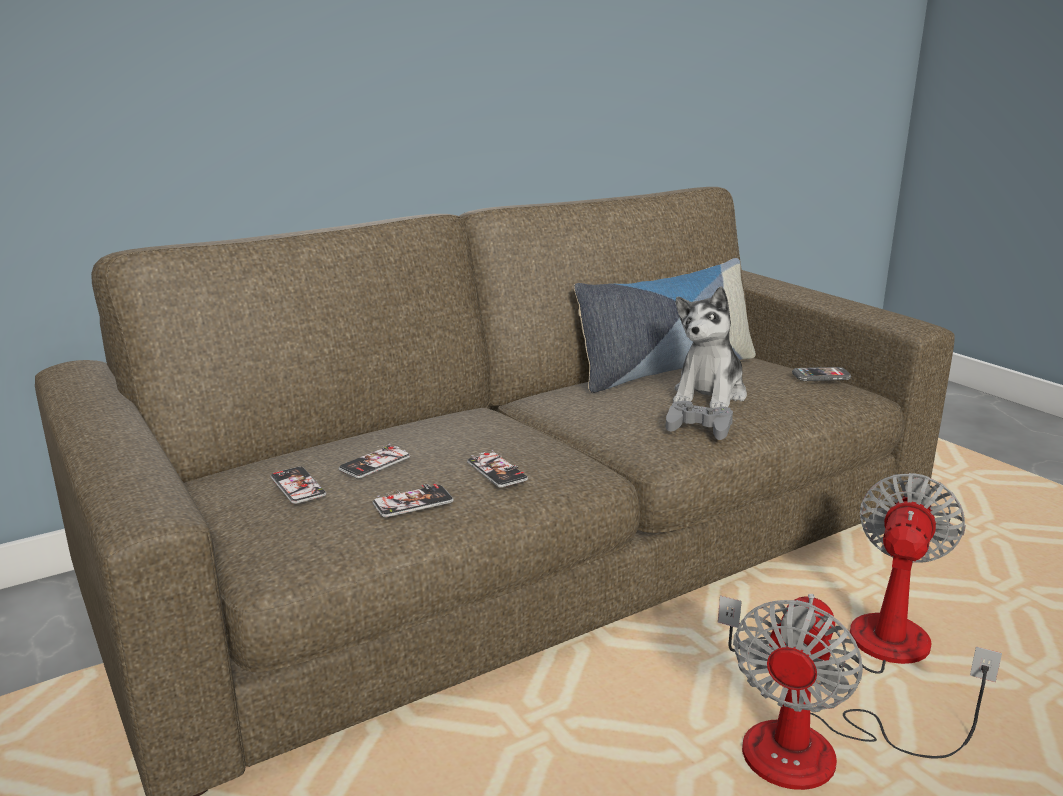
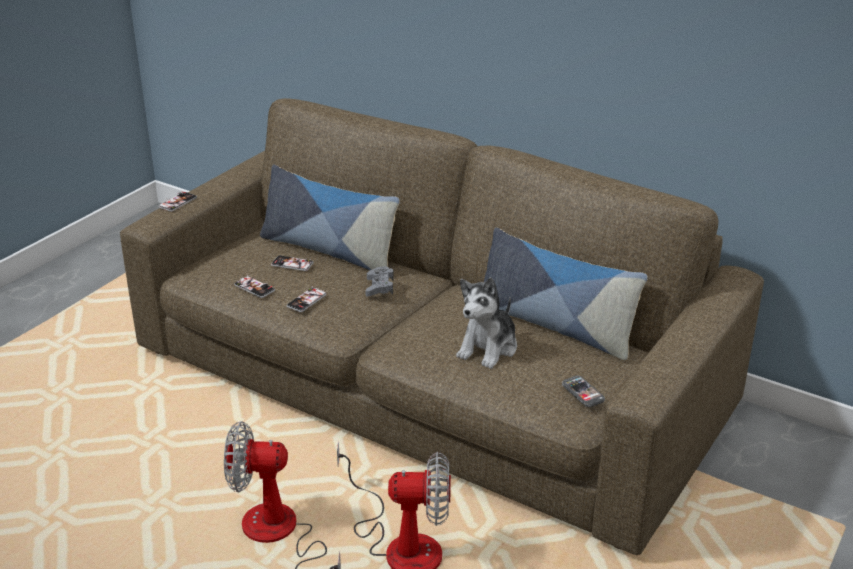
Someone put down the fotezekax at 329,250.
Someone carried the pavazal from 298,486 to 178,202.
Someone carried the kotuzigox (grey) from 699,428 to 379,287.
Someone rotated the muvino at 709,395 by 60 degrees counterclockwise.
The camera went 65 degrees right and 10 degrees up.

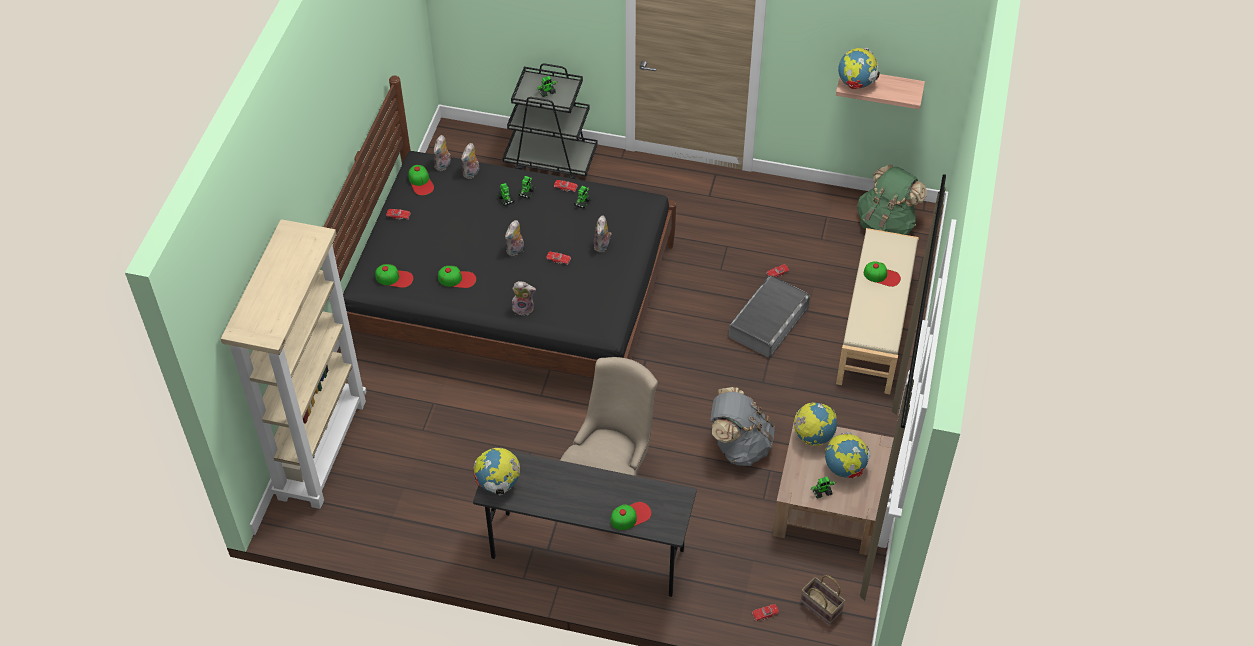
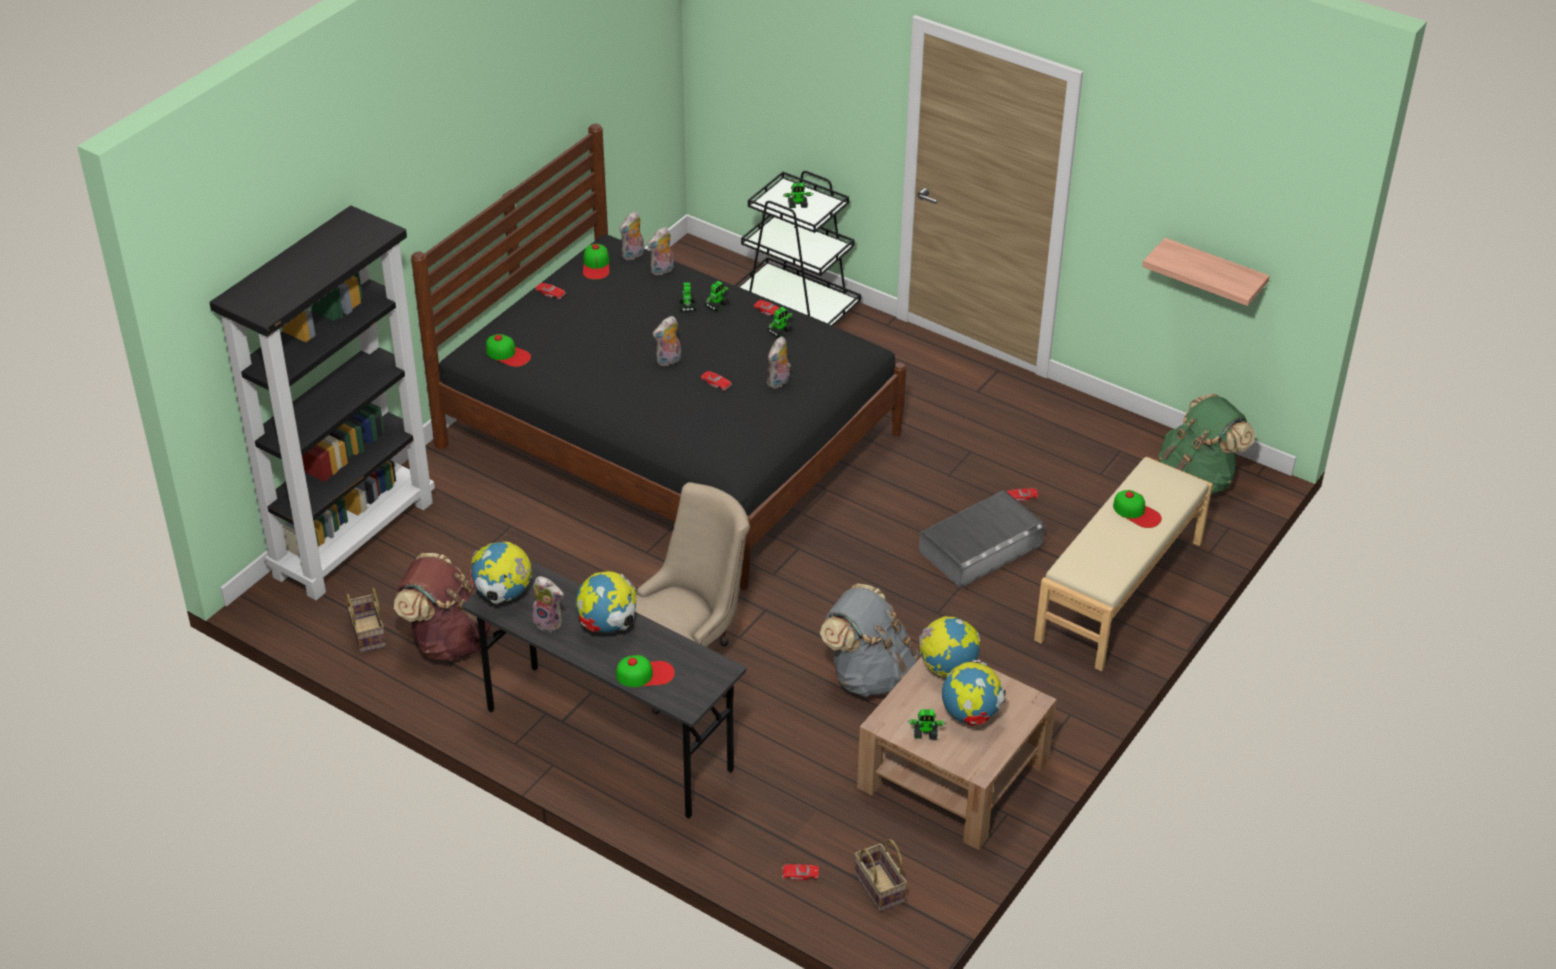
Someone took away the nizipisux at 457,279.
Someone put down the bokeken at 366,633.
Someone put down the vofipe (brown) at 449,640.
Someone carried the muvino from 524,308 to 549,621.
Someone carried the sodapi from 856,84 to 607,625.
Someone repainted the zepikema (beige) at 322,448, which became the zepikema (black) at 354,538.
The camera went 20 degrees right and 10 degrees down.

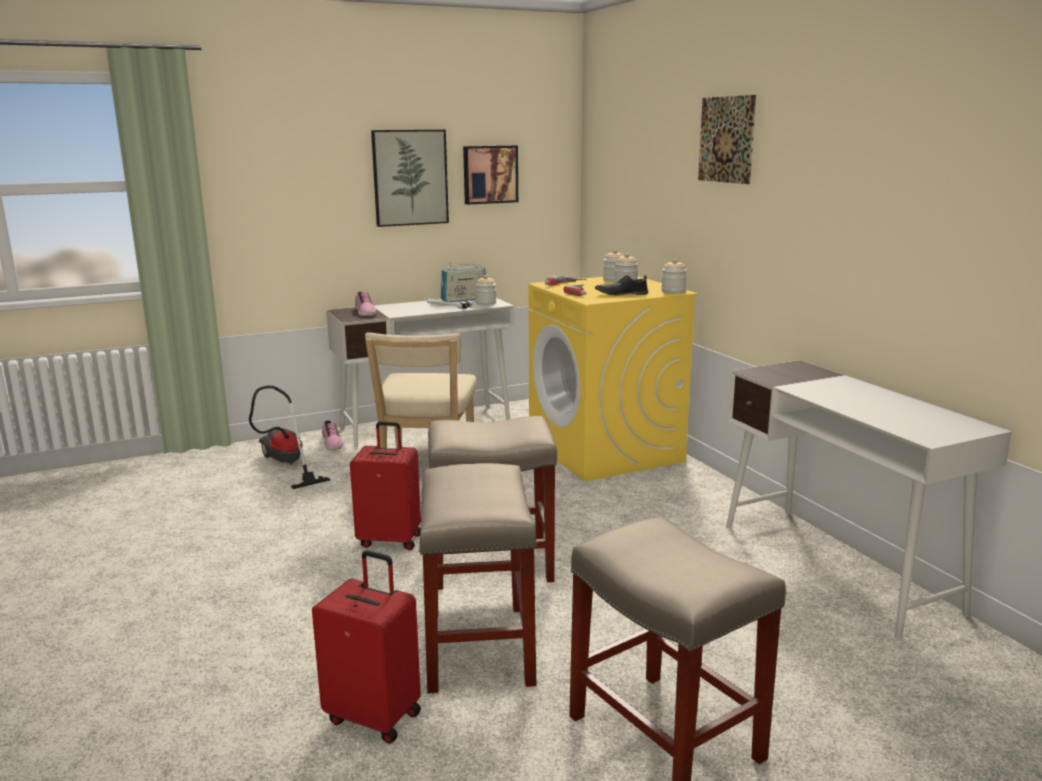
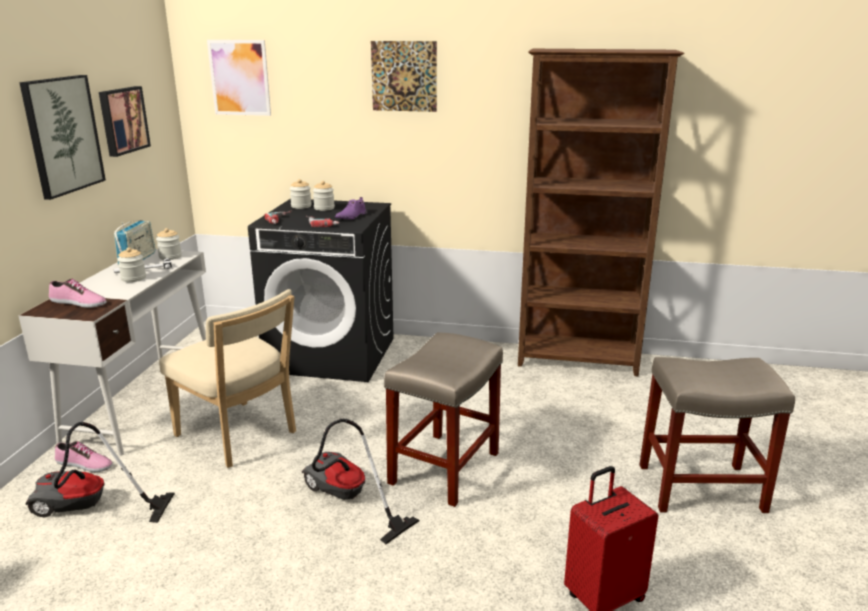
Someone took away the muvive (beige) at 479,649.
Someone put up the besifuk at 239,78.
Someone carried the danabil from 673,292 to 133,278.
Someone swapped the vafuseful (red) at 390,540 for the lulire at 346,500.
Someone swapped the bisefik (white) at 836,567 for the zepikema (brown) at 578,361.
Someone repainted the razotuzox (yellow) at 606,451, which became the razotuzox (black) at 332,354.
Someone repainted the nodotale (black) at 621,294, which became the nodotale (purple) at 351,217.
The camera went 55 degrees left and 5 degrees up.

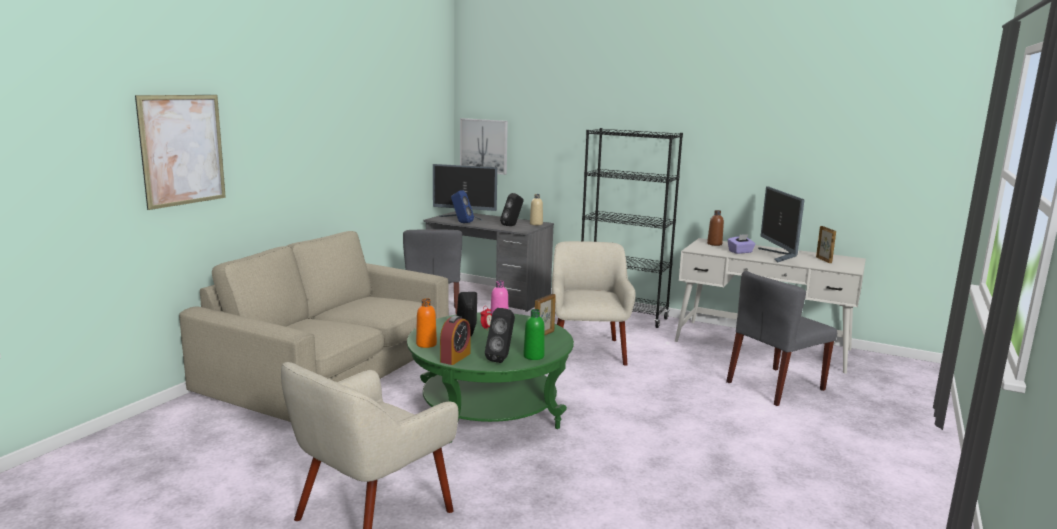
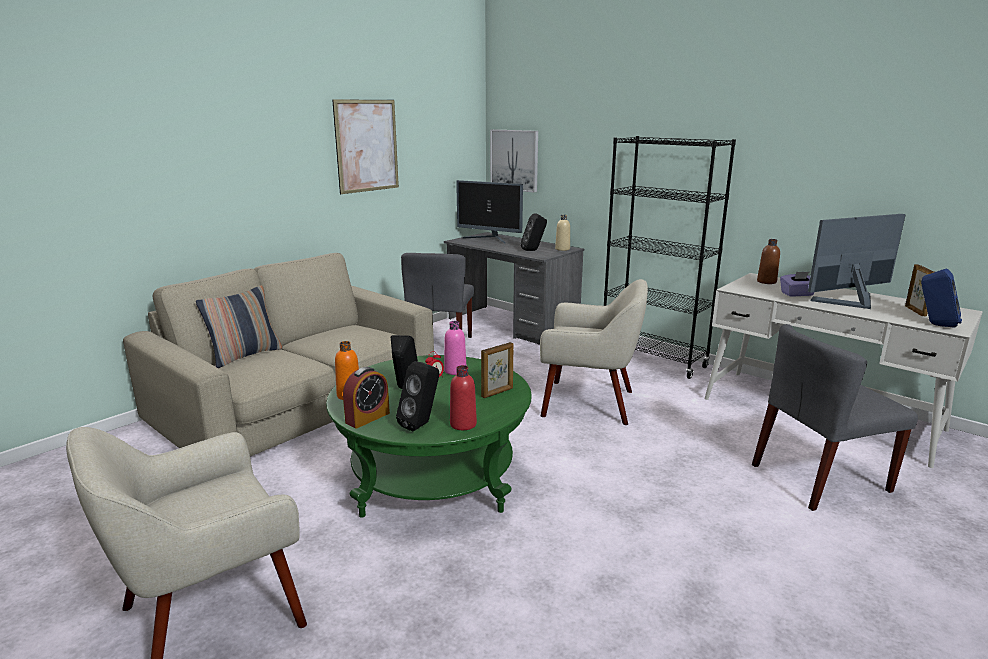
Someone put down the fotezekax at 245,355.
Someone carried the besifuk from 183,150 to 367,146.
Someone carried the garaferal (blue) from 461,222 to 935,325.
Someone repainted the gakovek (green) at 533,356, which became the gakovek (red) at 463,424.
Someone rotated the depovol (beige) at 587,350 by 90 degrees clockwise.
Someone rotated the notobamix at 779,256 by 60 degrees clockwise.
The camera went 15 degrees right and 5 degrees up.

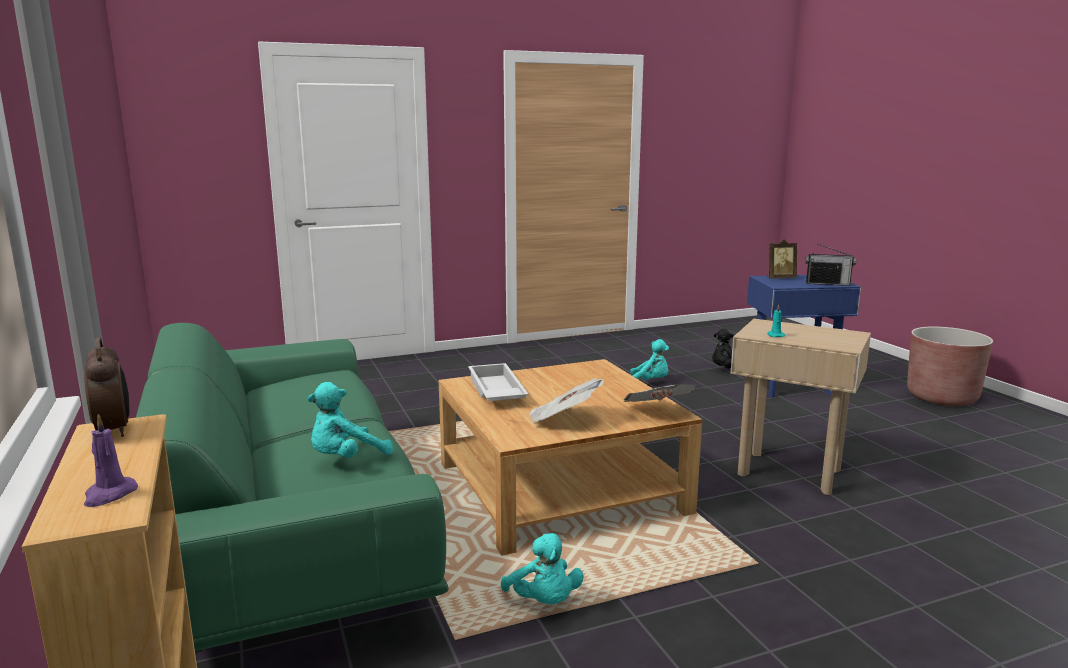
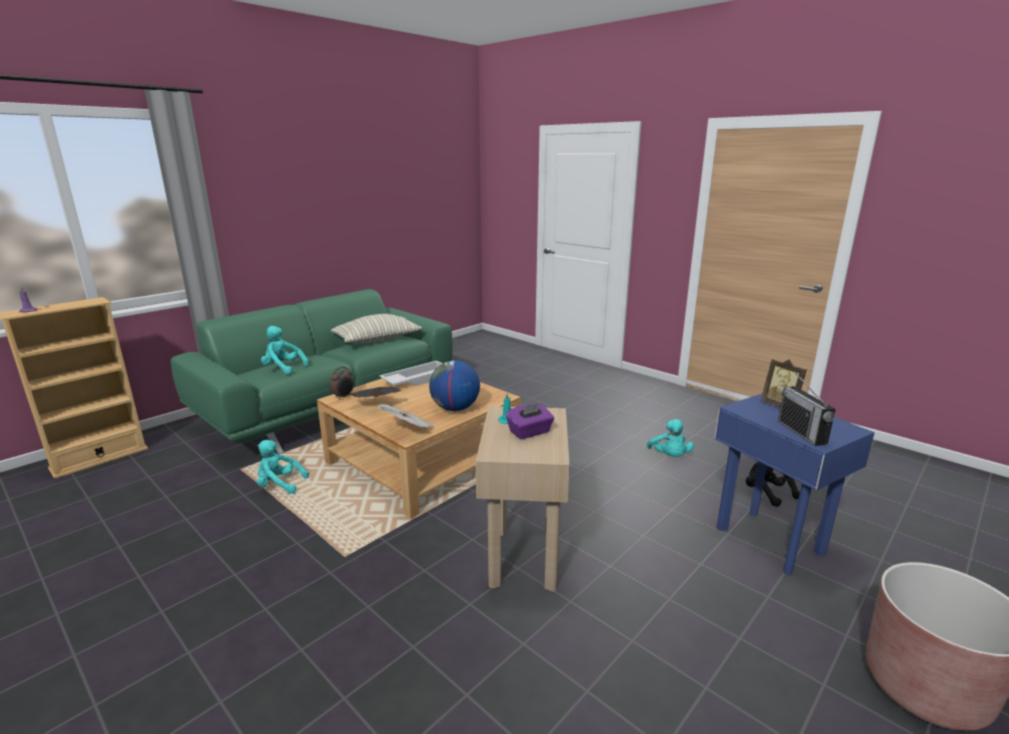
Someone put down the fotezekax at 377,340.
Someone put down the sodapi at 455,408.
Someone put down the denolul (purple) at 530,432.
Someone carried the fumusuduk from 114,430 to 343,397.
Someone rotated the muvino (turquoise) at 544,602 by 60 degrees clockwise.
The camera went 65 degrees right and 5 degrees up.

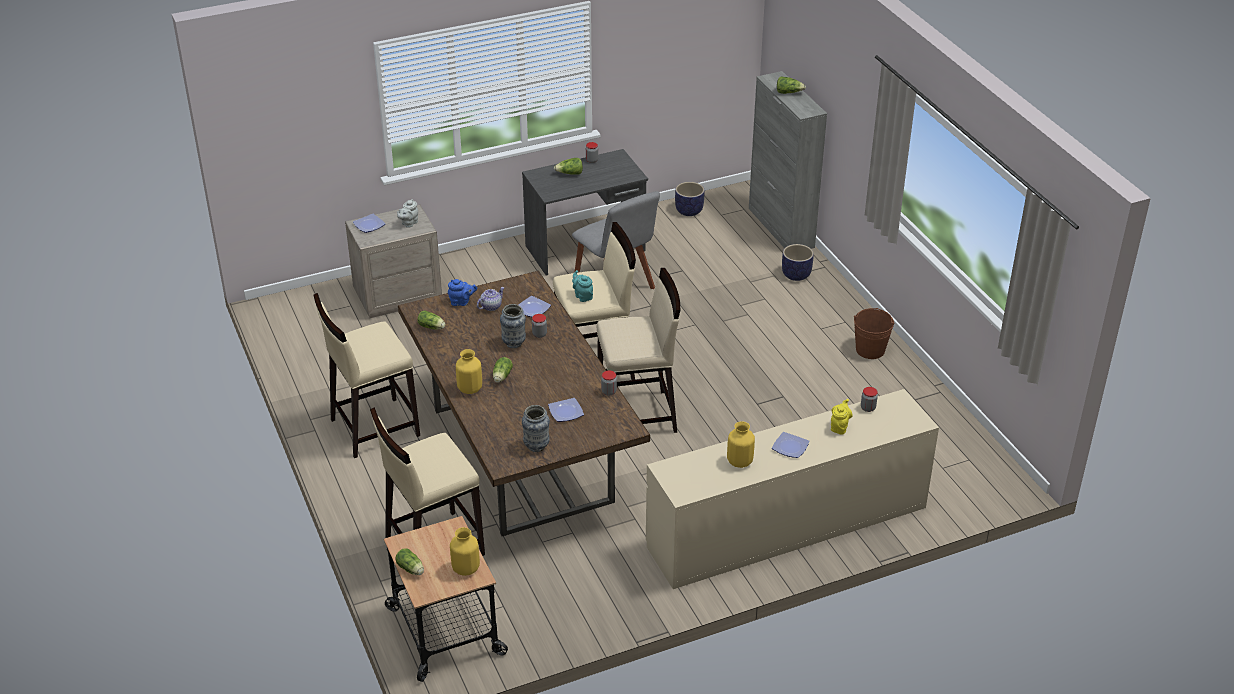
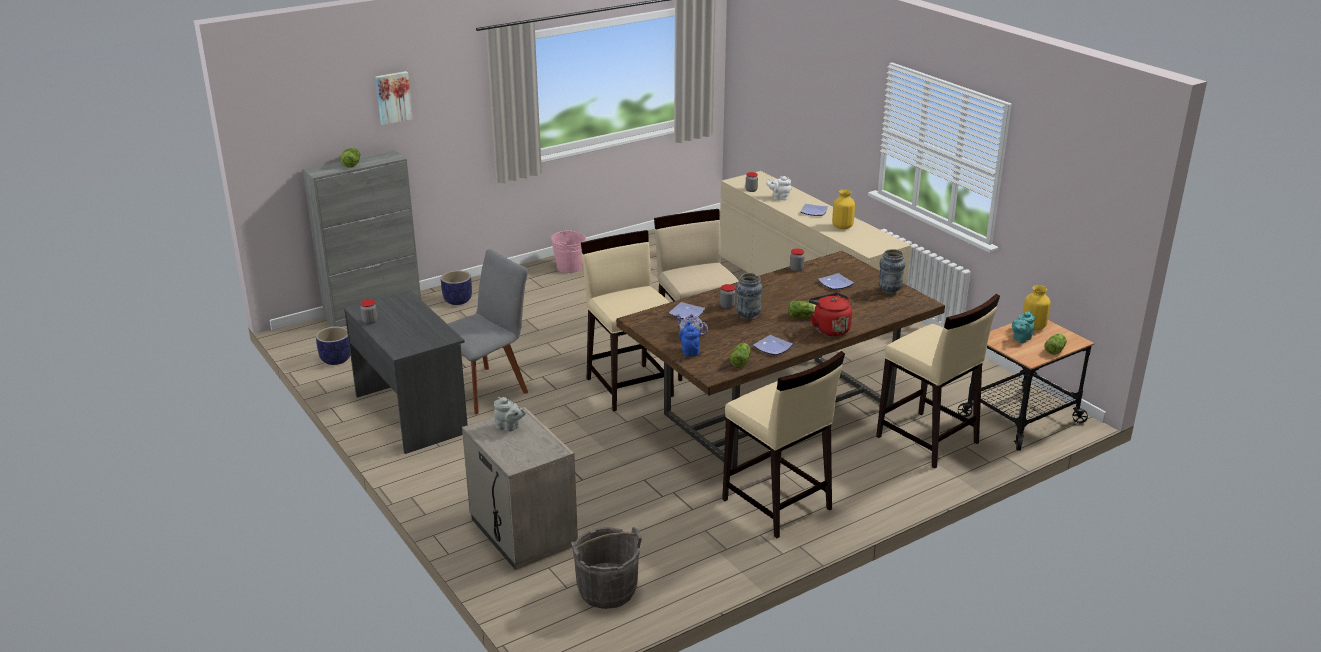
Someone took away the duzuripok at 570,173.
Someone put up the besifuk at 393,97.
Someone put down the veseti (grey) at 607,591.
Someone carried the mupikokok from 369,225 to 773,348.
Someone carried the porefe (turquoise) from 582,296 to 1021,339.
Someone swapped the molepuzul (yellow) at 470,389 for the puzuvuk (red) at 829,329.
Someone repainted the porefe (yellow) at 839,427, which became the porefe (white) at 779,198.
Someone repainted the veseti (brown) at 870,350, which became the veseti (pink) at 569,267.
The camera went 100 degrees left and 10 degrees down.

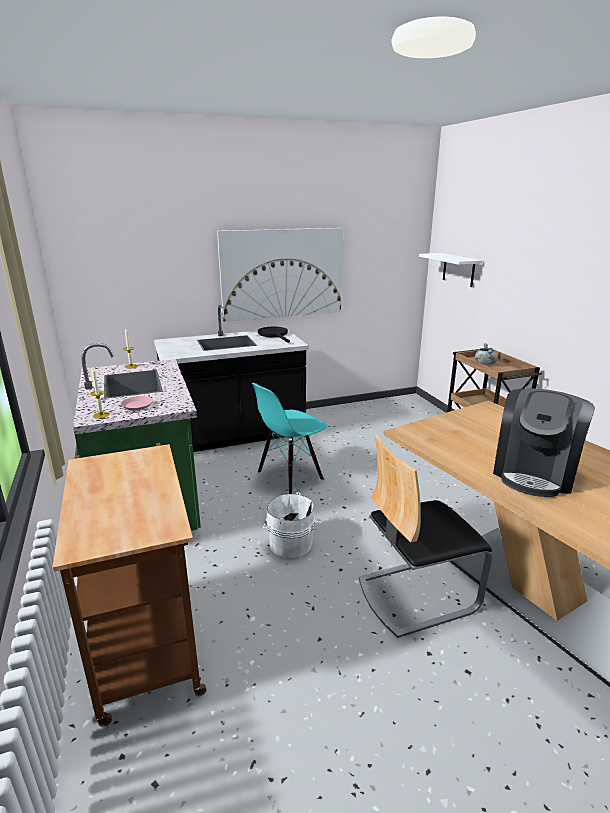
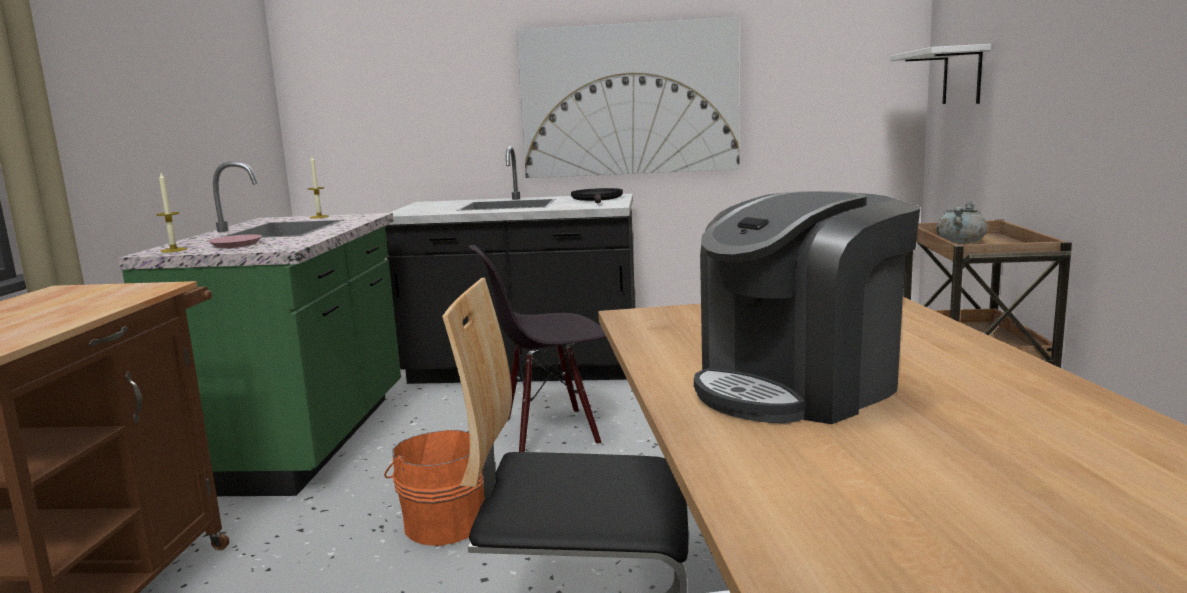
Someone repainted the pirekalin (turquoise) at 290,476, which became the pirekalin (black) at 549,432.
Someone repainted the veseti (white) at 289,543, which became the veseti (orange) at 443,523.
The camera went 25 degrees right and 10 degrees down.

